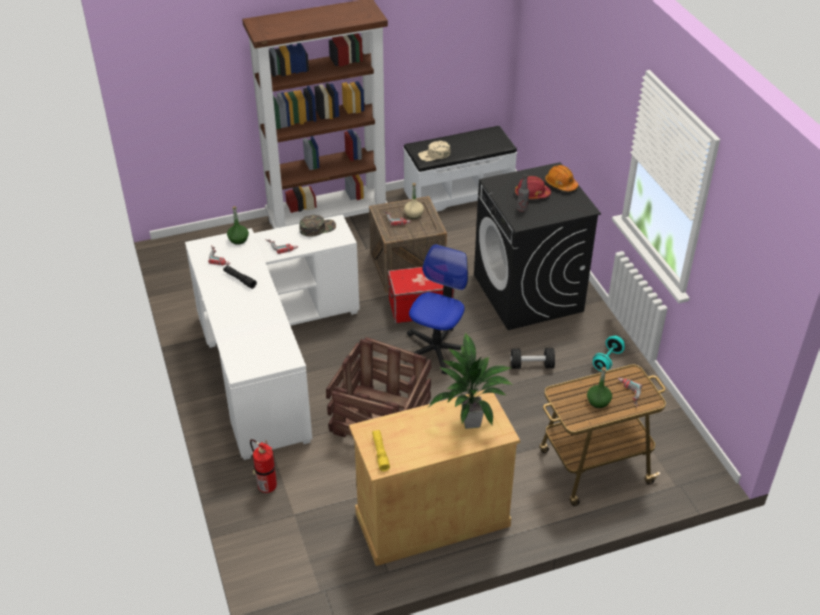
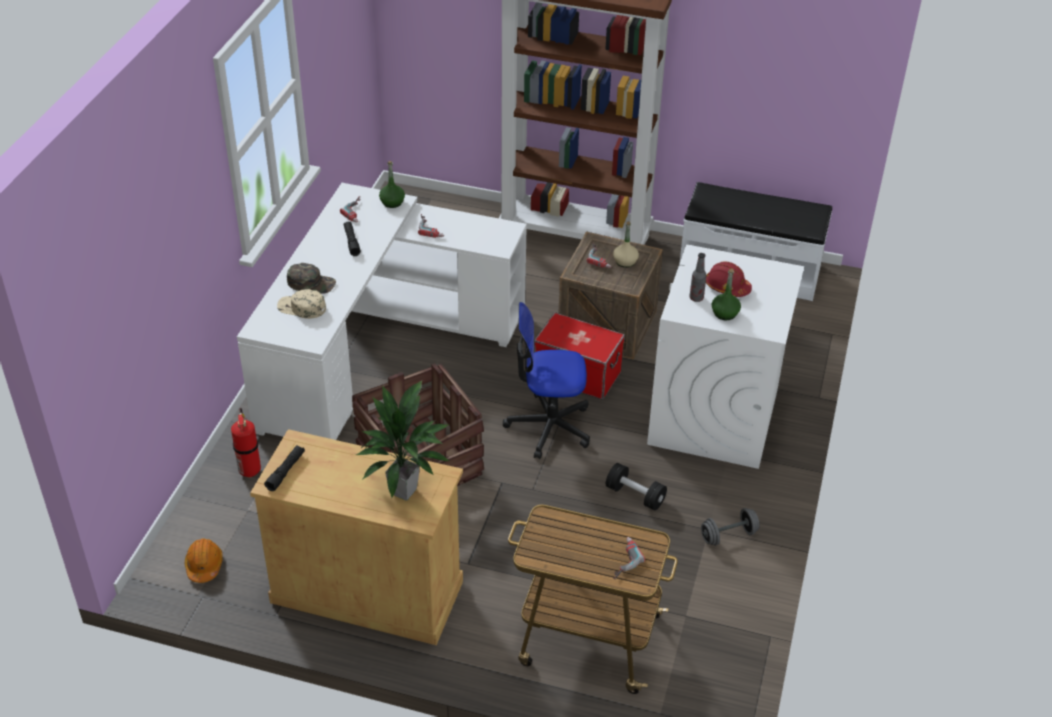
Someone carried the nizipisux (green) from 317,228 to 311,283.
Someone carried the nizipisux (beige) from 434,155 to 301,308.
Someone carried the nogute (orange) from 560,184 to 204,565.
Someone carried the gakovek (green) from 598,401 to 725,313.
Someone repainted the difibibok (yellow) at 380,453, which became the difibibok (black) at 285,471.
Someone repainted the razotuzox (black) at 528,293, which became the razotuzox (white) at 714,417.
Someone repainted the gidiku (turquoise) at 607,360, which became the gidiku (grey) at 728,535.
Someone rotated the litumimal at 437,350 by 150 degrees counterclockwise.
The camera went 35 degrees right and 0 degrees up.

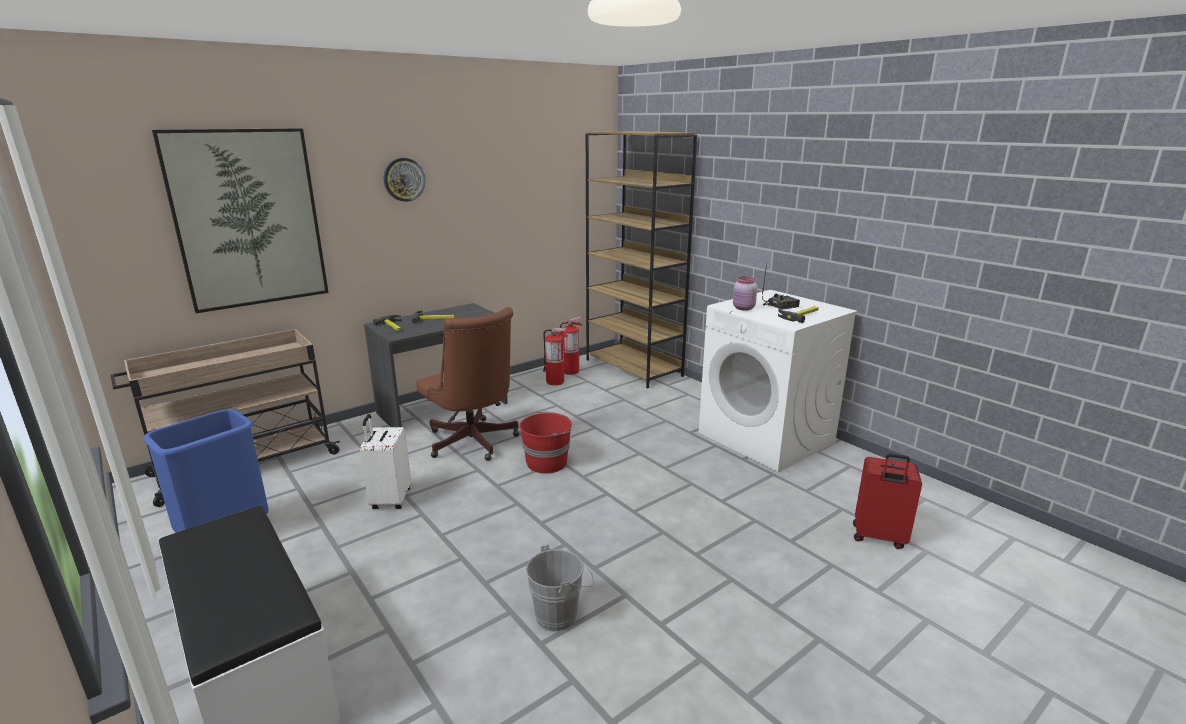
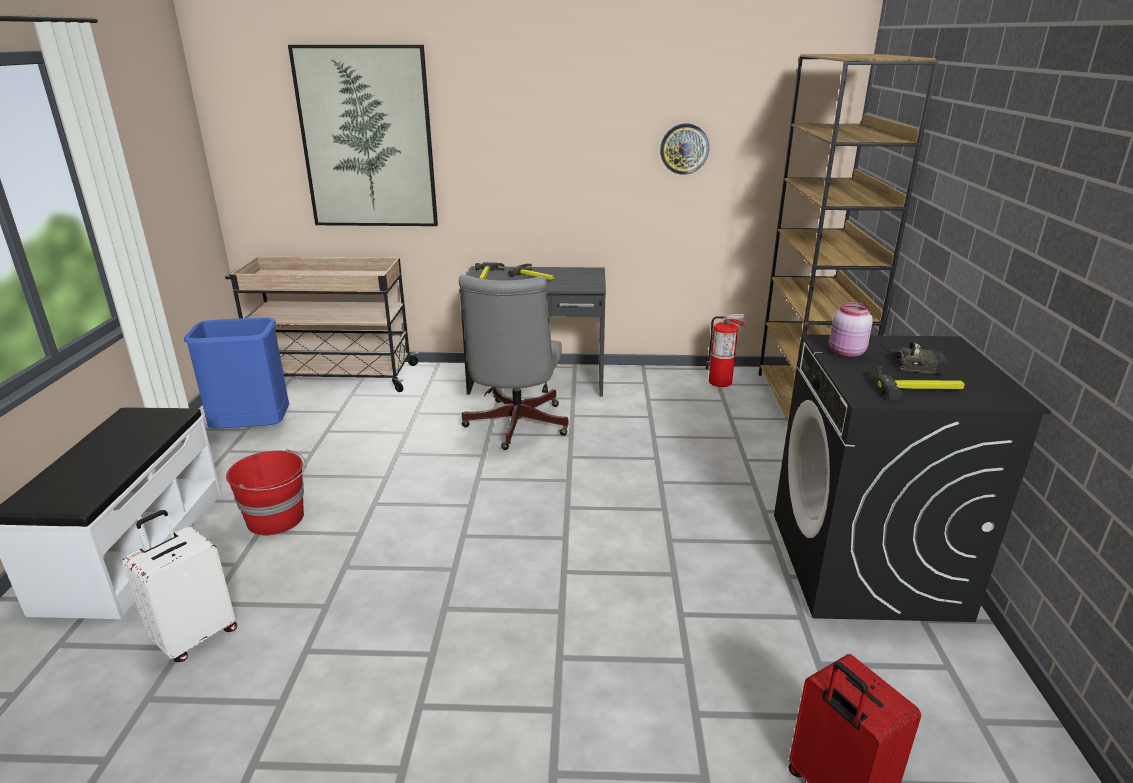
Someone took away the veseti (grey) at 560,615.
Someone took away the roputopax at 555,381.
Someone carried the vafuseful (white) from 390,499 to 195,636.
Someone carried the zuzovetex from 404,179 to 684,149.
Someone carried the veseti (red) from 547,463 to 277,519.
Someone repainted the litumimal (brown) at 473,444, which became the litumimal (grey) at 514,427.
Someone repainted the razotuzox (white) at 767,438, which became the razotuzox (black) at 866,565.
The camera went 40 degrees right and 5 degrees up.

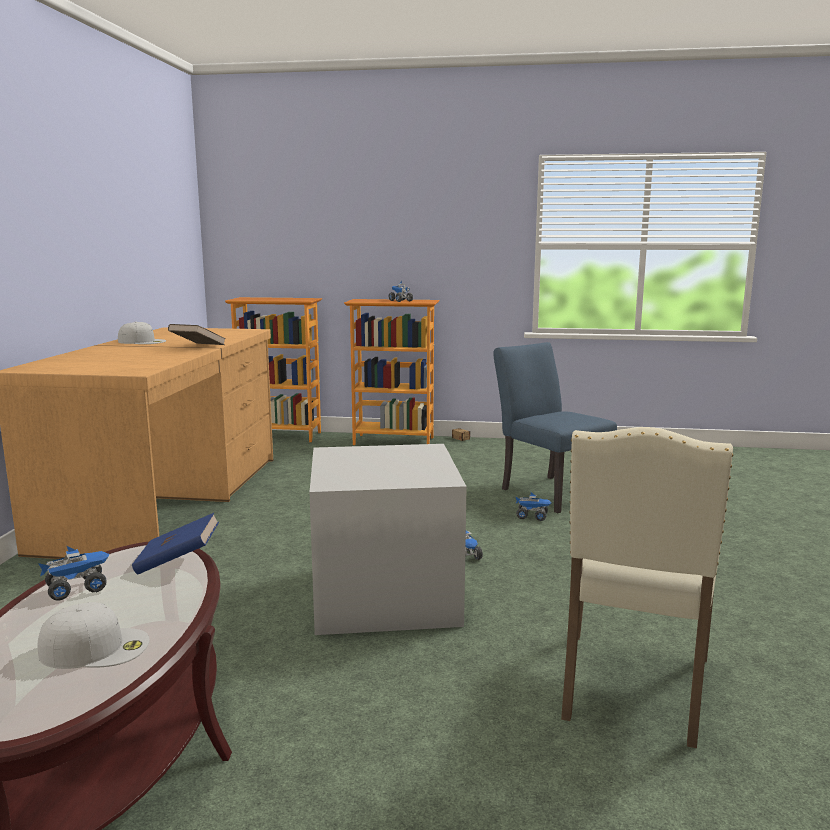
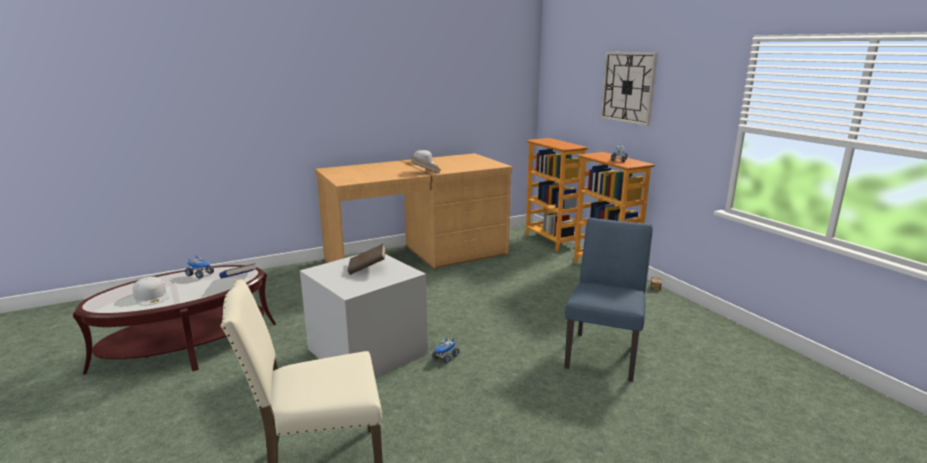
Someone took away the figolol at 532,516.
Someone put down the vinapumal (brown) at 367,268.
Someone put up the zuzovetex at 628,87.
The camera went 55 degrees right and 5 degrees up.

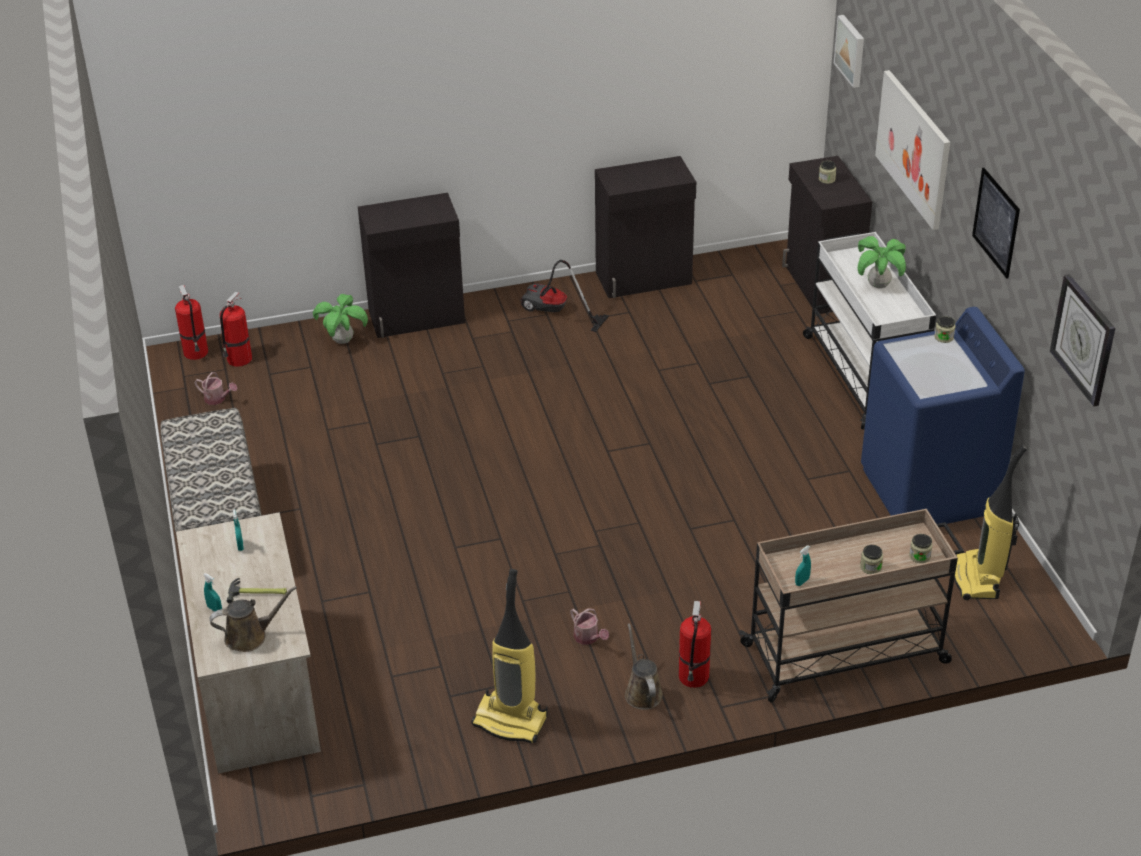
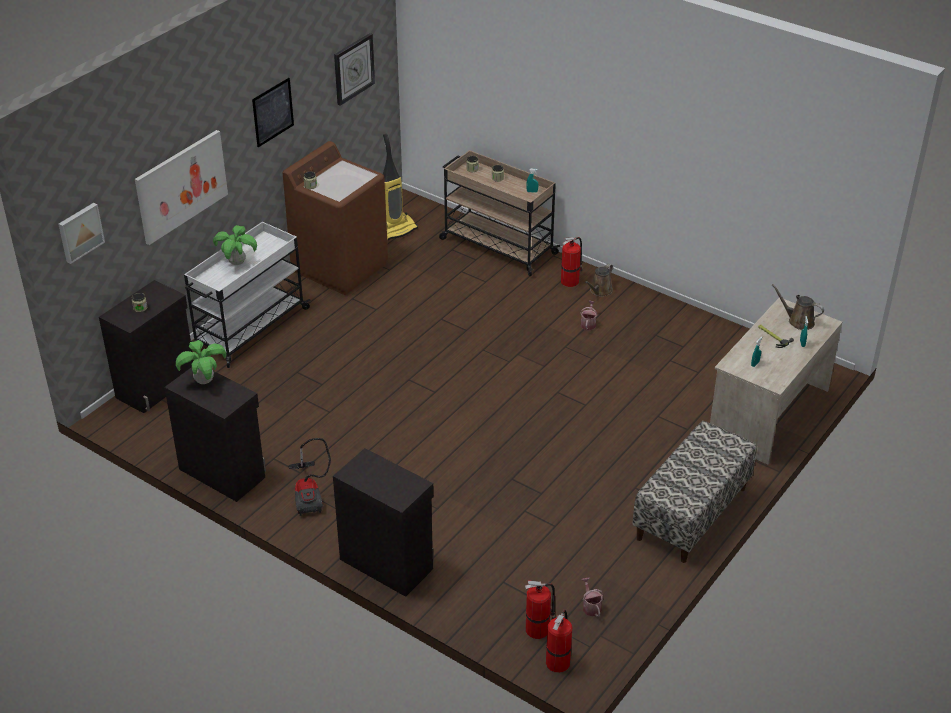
Someone took away the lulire at 511,720.
Someone carried the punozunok from 342,341 to 204,381.
Someone repainted the razotuzox (blue) at 929,491, which became the razotuzox (brown) at 340,267.
The camera went 130 degrees left and 0 degrees up.

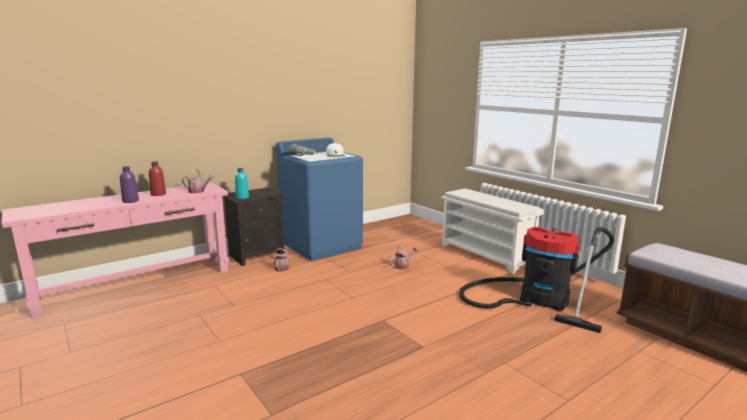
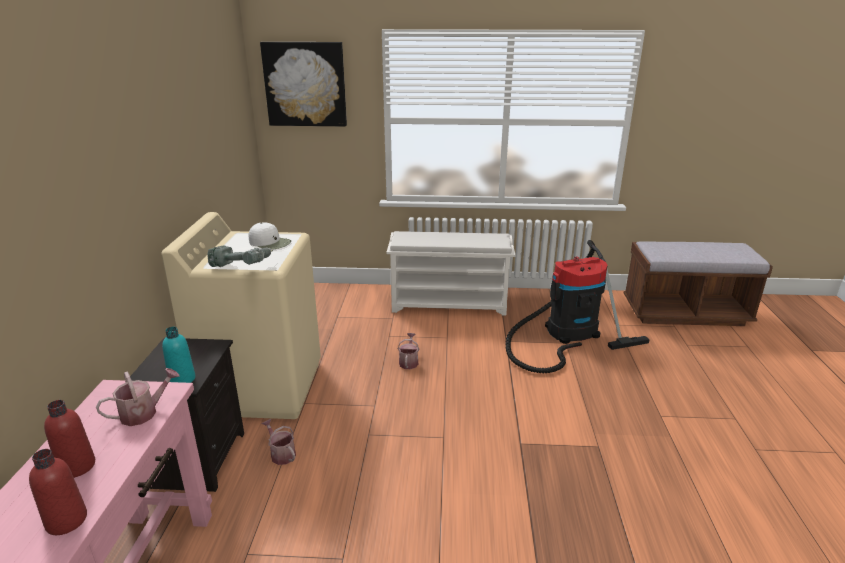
Someone put up the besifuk at 305,84.
Someone repainted the gakovek (purple) at 130,201, which became the gakovek (red) at 66,520.
Someone repainted the razotuzox (blue) at 322,245, which became the razotuzox (beige) at 262,386.
The camera went 50 degrees left and 10 degrees up.

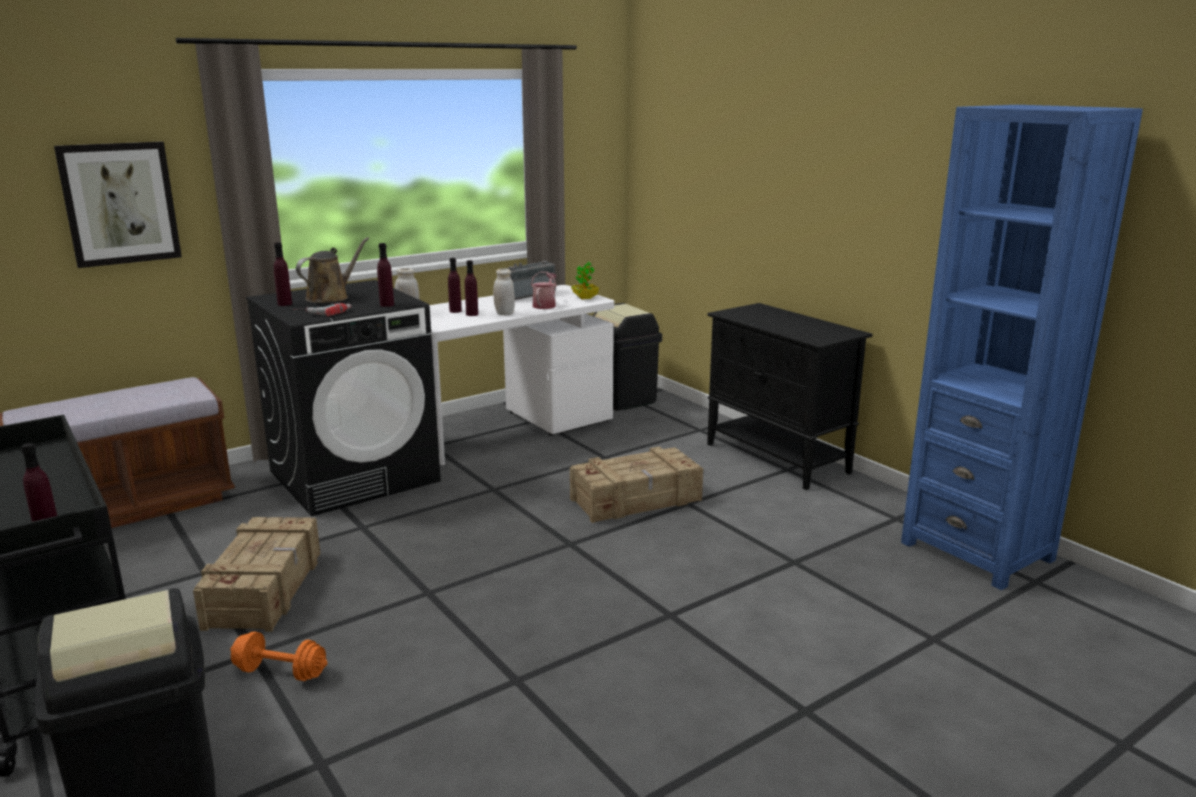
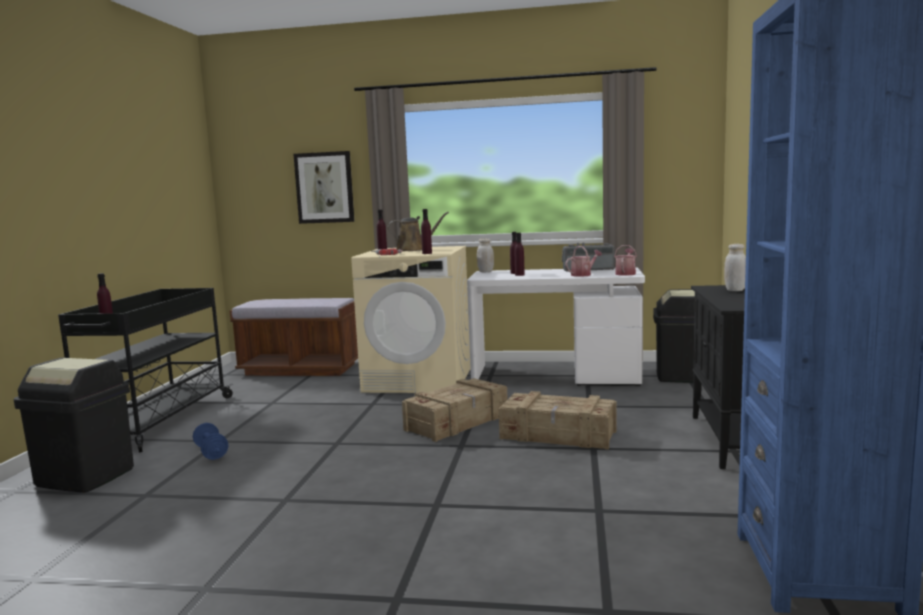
Someone carried the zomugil from 266,588 to 458,422.
Someone carried the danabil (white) from 504,313 to 734,290.
Someone swapped the punozunok at 585,298 for the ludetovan at 626,273.
Someone repainted the gidiku (orange) at 280,672, which became the gidiku (blue) at 211,452.
Someone repainted the razotuzox (black) at 355,476, which became the razotuzox (beige) at 419,380.
The camera went 45 degrees right and 10 degrees down.

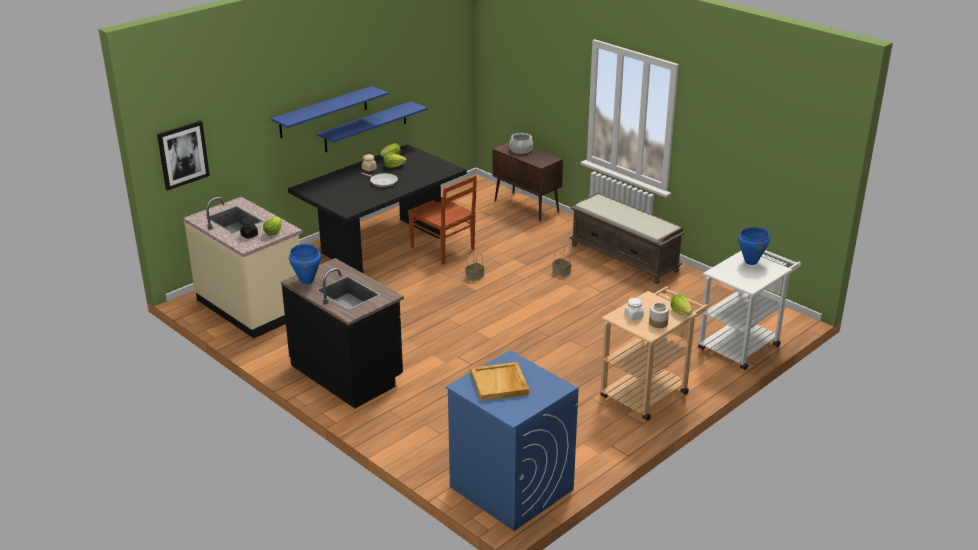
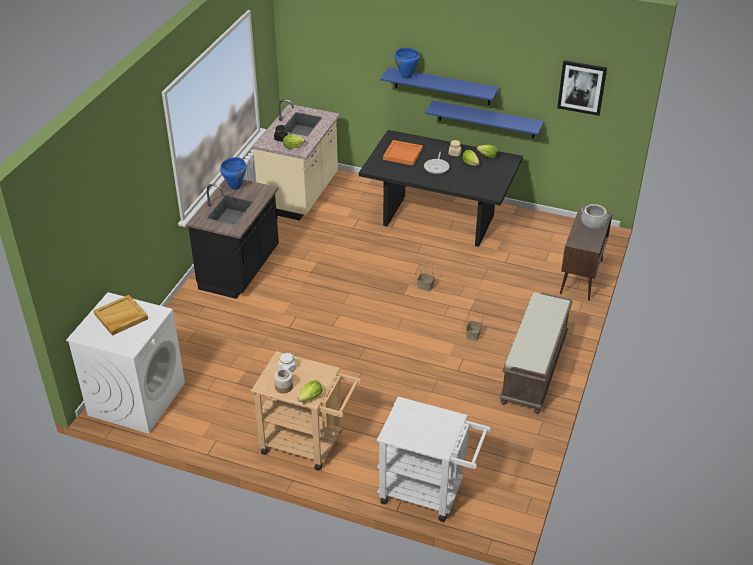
Someone took away the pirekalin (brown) at 443,249.
Someone put down the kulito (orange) at 403,154.
Someone carried the besifuk from 183,154 to 582,87.
Someone carried the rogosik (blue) from 751,262 to 406,76.
Someone repainted the razotuzox (blue) at 510,488, which became the razotuzox (white) at 137,398.
The camera went 65 degrees right and 10 degrees up.

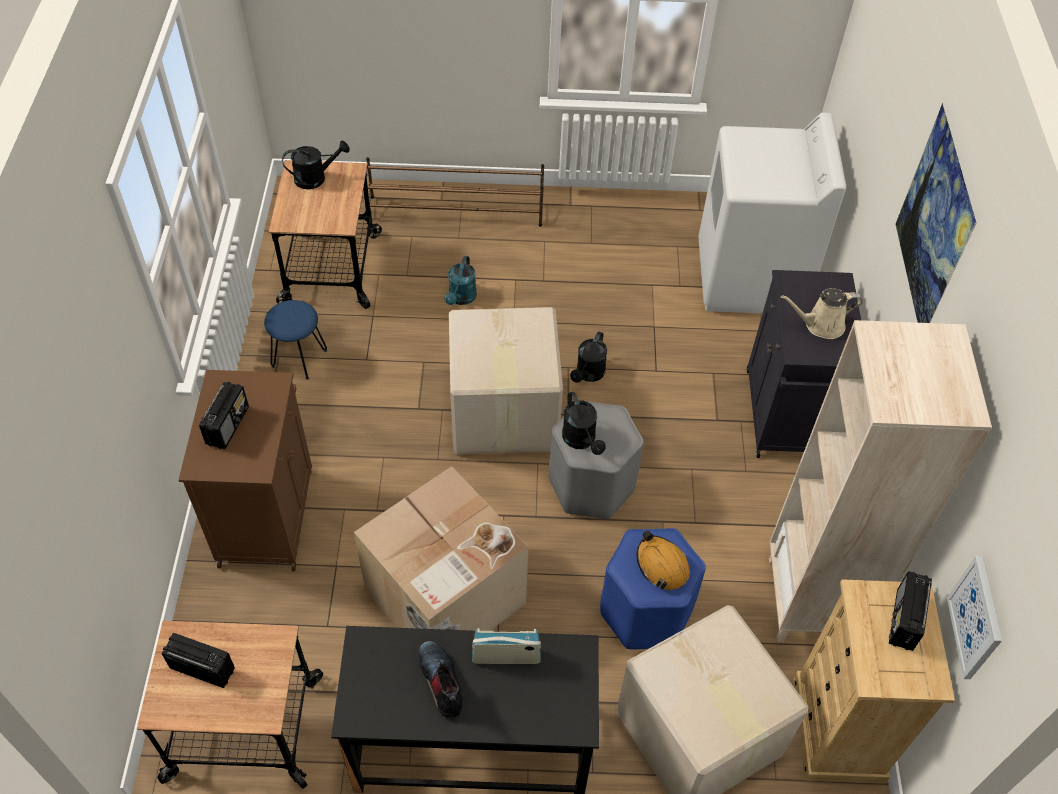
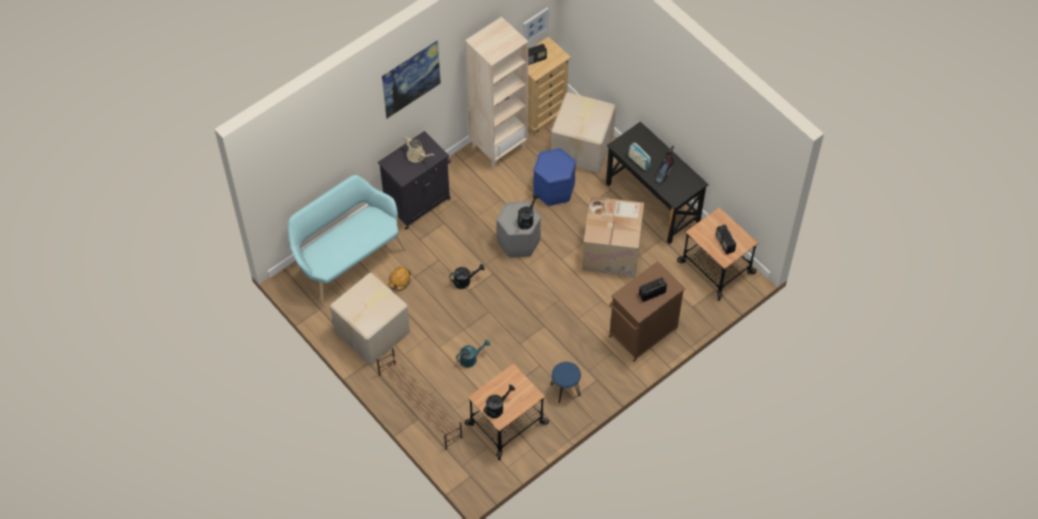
Someone carried the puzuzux from 502,413 to 373,332.
Someone carried the nogute (orange) from 662,565 to 399,280.
Someone swapped the razotuzox (white) at 750,278 for the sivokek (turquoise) at 347,261.
Someone rotated the ludetovan (black) at 316,178 by 105 degrees clockwise.
The camera went 130 degrees left and 5 degrees up.

